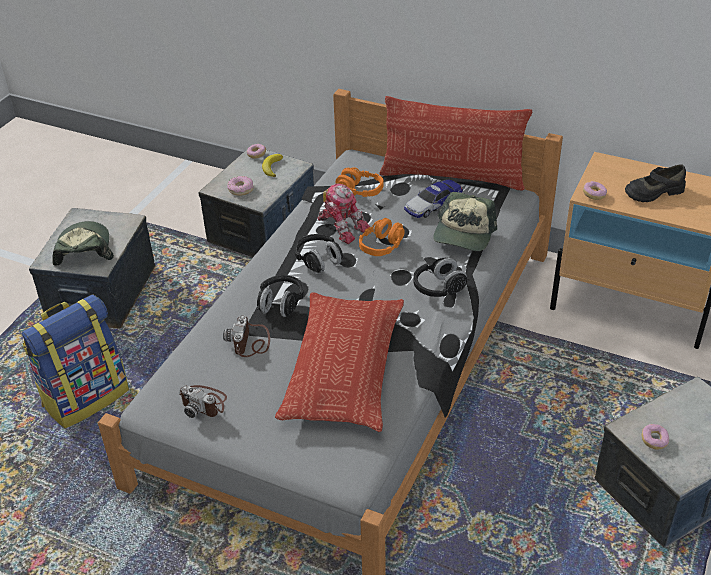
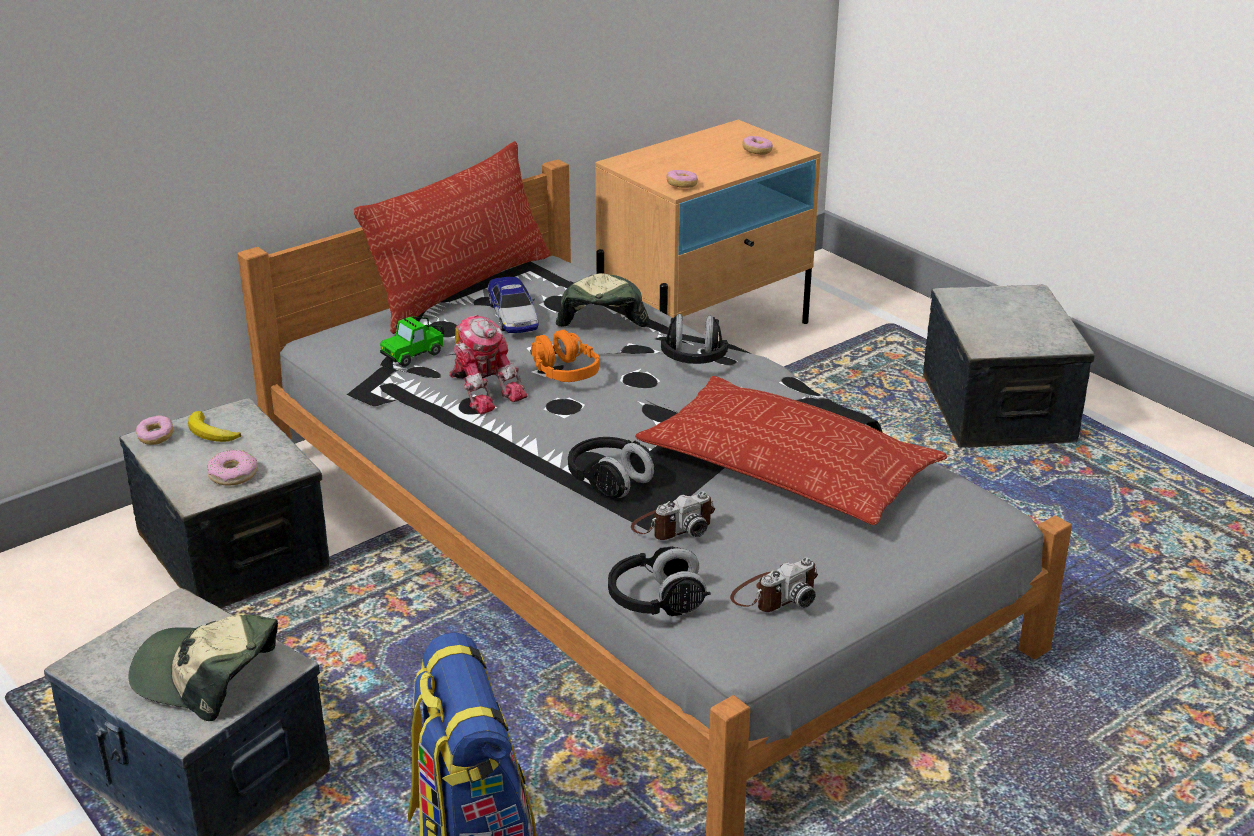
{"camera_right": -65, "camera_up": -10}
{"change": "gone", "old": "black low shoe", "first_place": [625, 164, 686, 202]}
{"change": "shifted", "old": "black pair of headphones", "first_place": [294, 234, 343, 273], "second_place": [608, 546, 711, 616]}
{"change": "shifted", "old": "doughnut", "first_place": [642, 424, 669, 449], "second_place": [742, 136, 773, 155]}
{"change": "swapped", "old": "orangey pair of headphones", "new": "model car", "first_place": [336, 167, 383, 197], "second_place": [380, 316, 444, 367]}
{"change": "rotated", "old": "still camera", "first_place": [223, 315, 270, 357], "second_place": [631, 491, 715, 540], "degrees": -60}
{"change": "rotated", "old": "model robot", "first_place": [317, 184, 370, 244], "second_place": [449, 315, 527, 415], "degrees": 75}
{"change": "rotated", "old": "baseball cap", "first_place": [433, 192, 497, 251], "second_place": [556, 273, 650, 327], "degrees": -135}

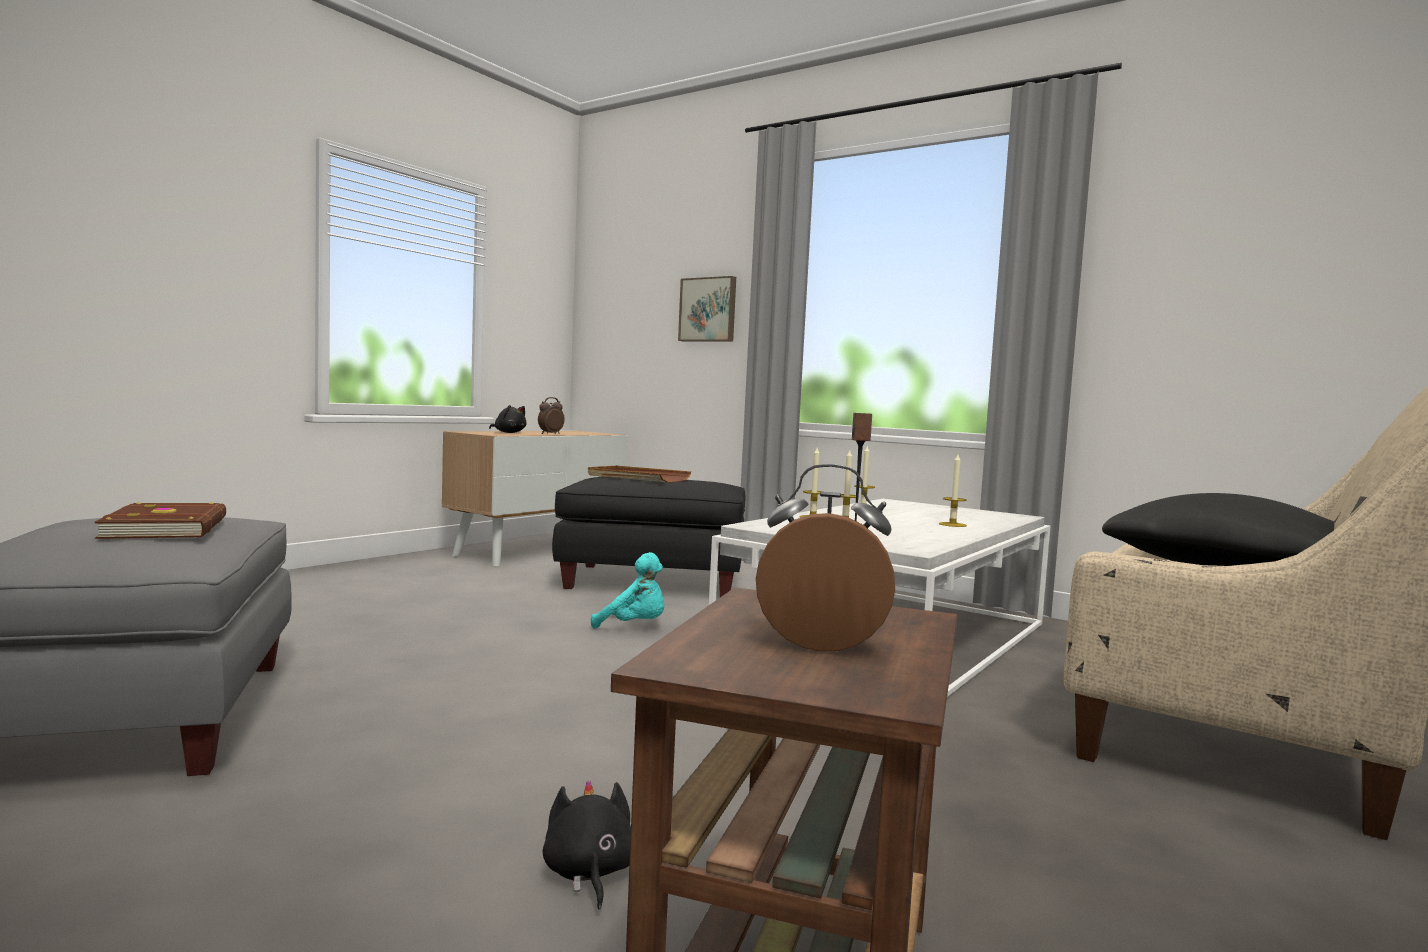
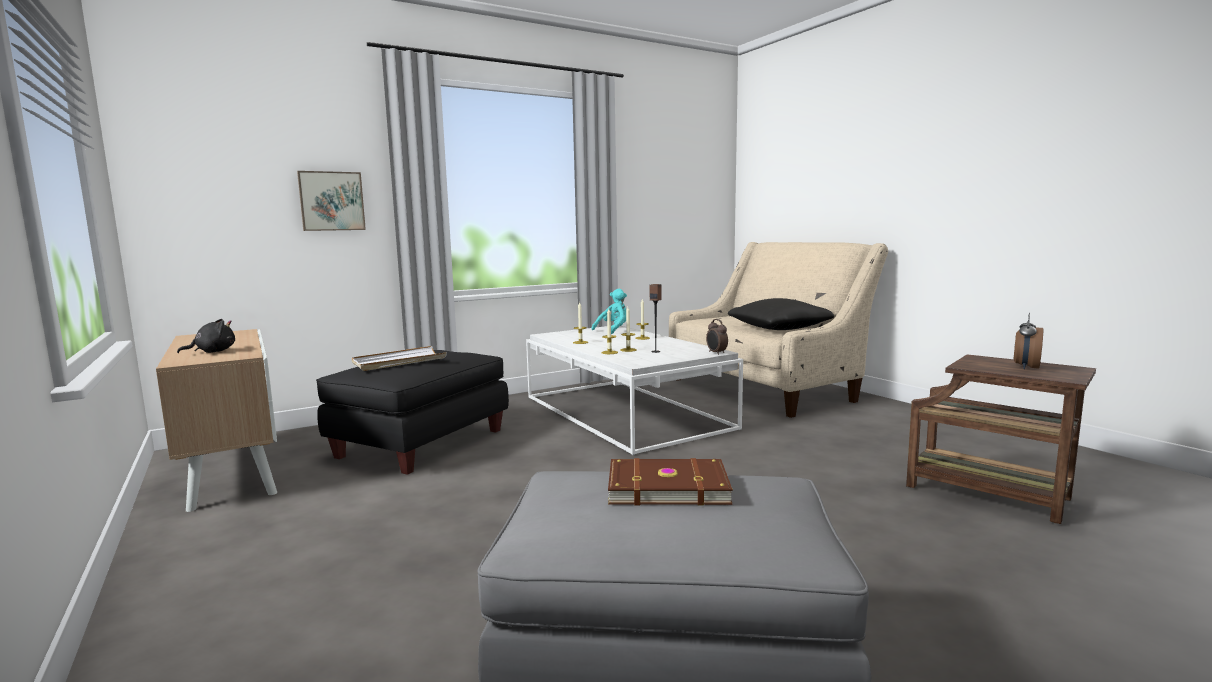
{"camera_right": -65, "camera_up": 5}
{"change": "gone", "old": "black soft toy", "first_place": [543, 780, 631, 910]}
{"change": "shifted", "old": "alarm clock", "first_place": [538, 397, 565, 434], "second_place": [706, 319, 728, 355]}
{"change": "shifted", "old": "turquoise soft toy", "first_place": [591, 552, 664, 629], "second_place": [592, 289, 627, 334]}
{"change": "repainted", "old": "brown-coloured tray", "new": "white-coloured tray", "first_place": [588, 466, 691, 482], "second_place": [352, 346, 447, 371]}

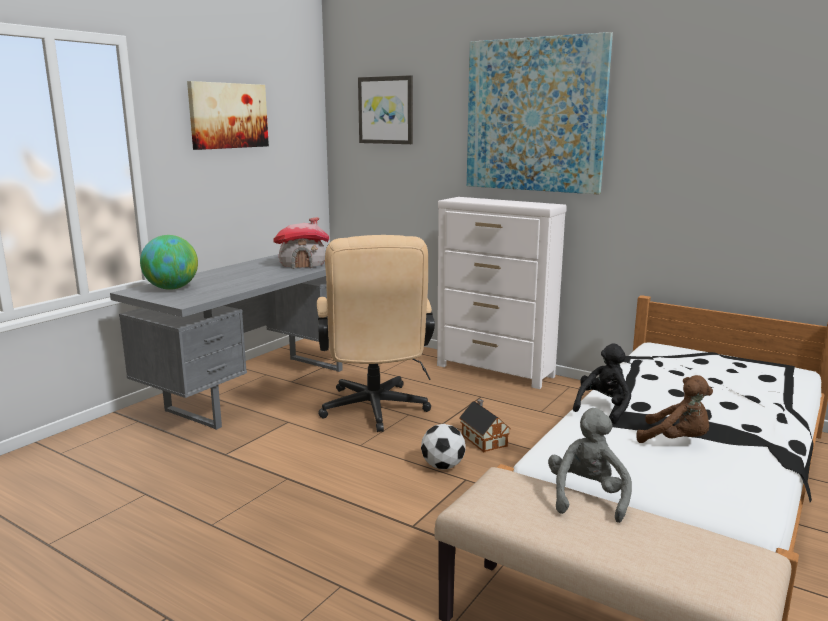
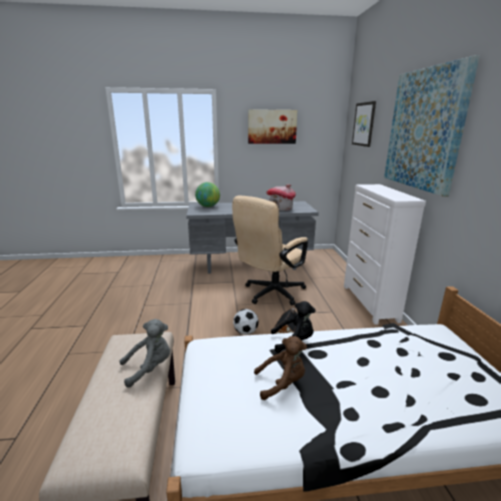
{"camera_right": 50, "camera_up": 5}
{"change": "rotated", "old": "brown-coloured soft toy", "first_place": [636, 375, 713, 443], "second_place": [254, 336, 307, 400], "degrees": -90}

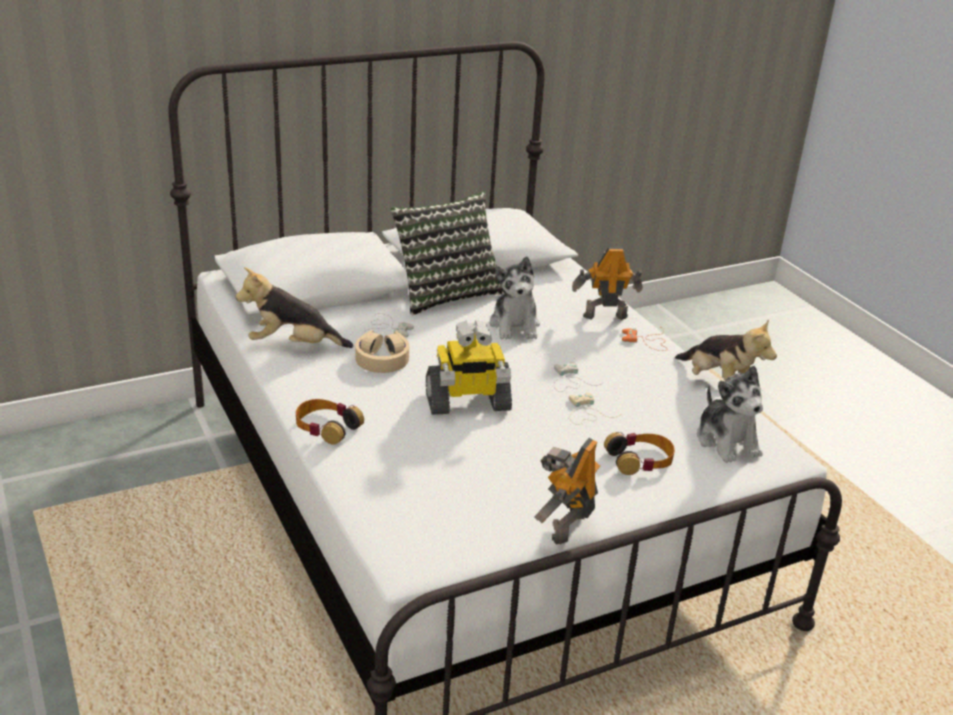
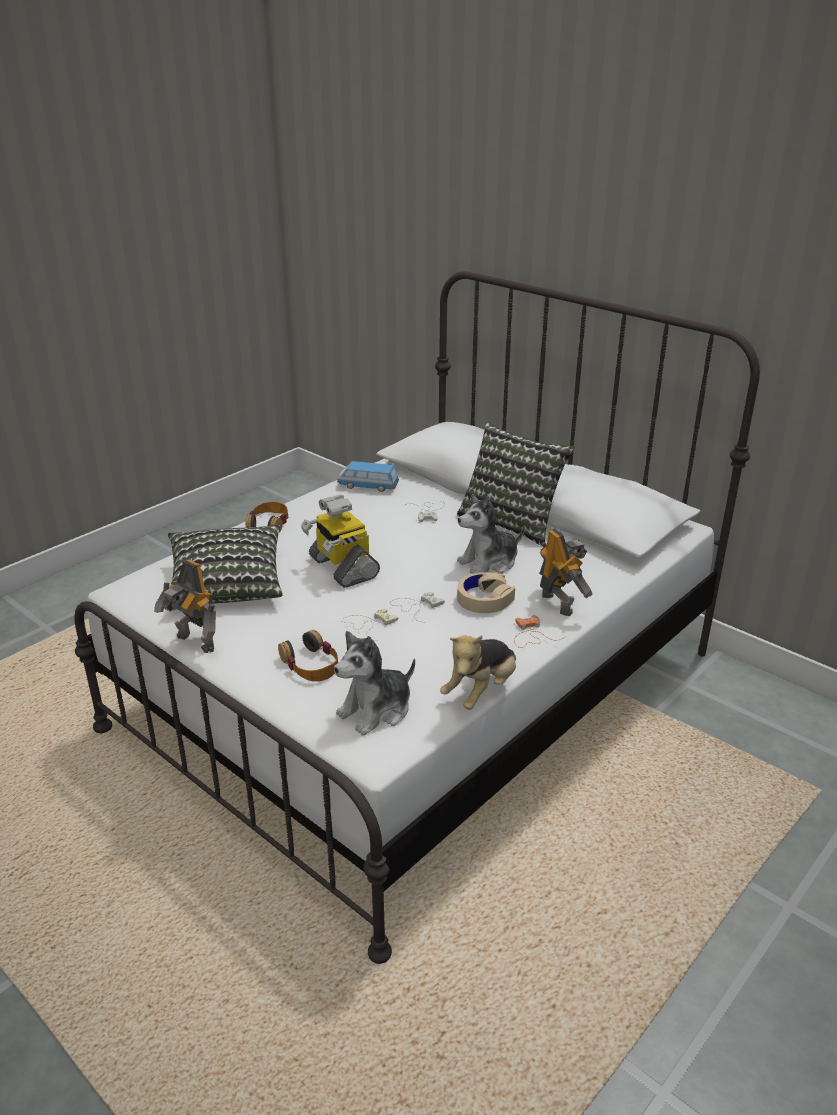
{"camera_right": 70, "camera_up": 0}
{"change": "new", "new": "cushion", "second_place": [168, 525, 283, 604]}
{"change": "shifted", "old": "beige pair of headphones", "first_place": [355, 330, 409, 373], "second_place": [457, 572, 515, 613]}
{"change": "swapped", "old": "soft toy", "new": "model car", "first_place": [236, 267, 353, 348], "second_place": [337, 461, 399, 492]}
{"change": "rotated", "old": "model robot", "first_place": [535, 438, 600, 545], "second_place": [154, 560, 216, 653], "degrees": -150}

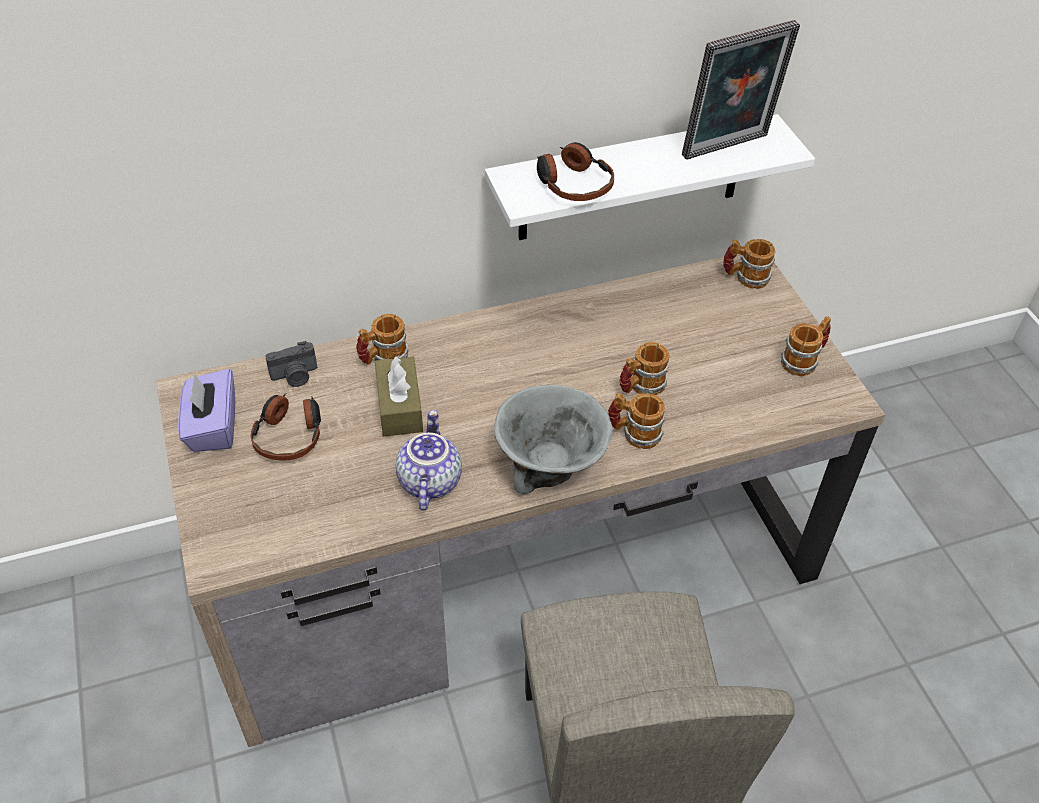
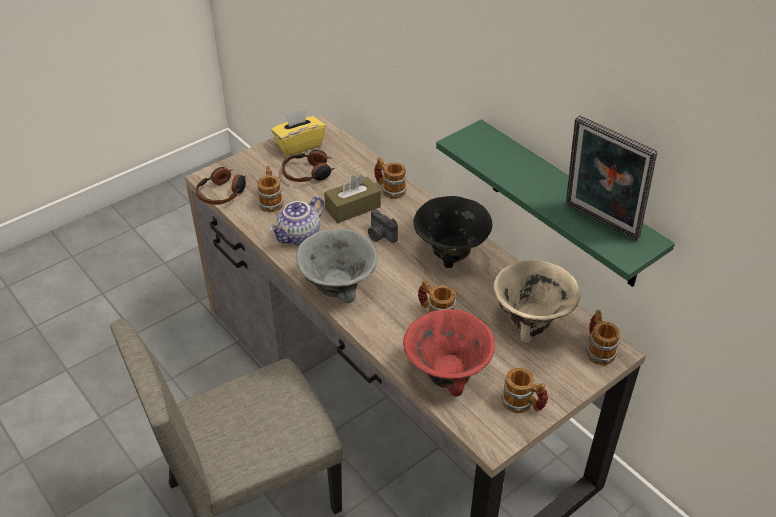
{"camera_right": 70, "camera_up": -5}
{"change": "new", "new": "red-coloured bowl", "second_place": [403, 309, 495, 397]}
{"change": "new", "new": "black bowl", "second_place": [414, 196, 492, 268]}
{"change": "new", "new": "beige bowl", "second_place": [494, 260, 580, 343]}
{"change": "shifted", "old": "still camera", "first_place": [265, 341, 317, 387], "second_place": [368, 209, 398, 243]}
{"change": "shifted", "old": "pair of headphones", "first_place": [537, 142, 614, 201], "second_place": [195, 167, 246, 205]}
{"change": "shifted", "old": "mug", "first_place": [608, 393, 665, 449], "second_place": [257, 166, 283, 212]}
{"change": "repainted", "old": "purple box of tissues", "new": "yellowish box of tissues", "first_place": [178, 369, 235, 452], "second_place": [271, 109, 326, 156]}
{"change": "repainted", "old": "white-coloured shelf", "new": "green-coloured shelf", "first_place": [485, 114, 815, 240], "second_place": [436, 120, 675, 287]}
{"change": "rotated", "old": "pot for tea", "first_place": [396, 410, 462, 511], "second_place": [269, 196, 324, 245], "degrees": 150}

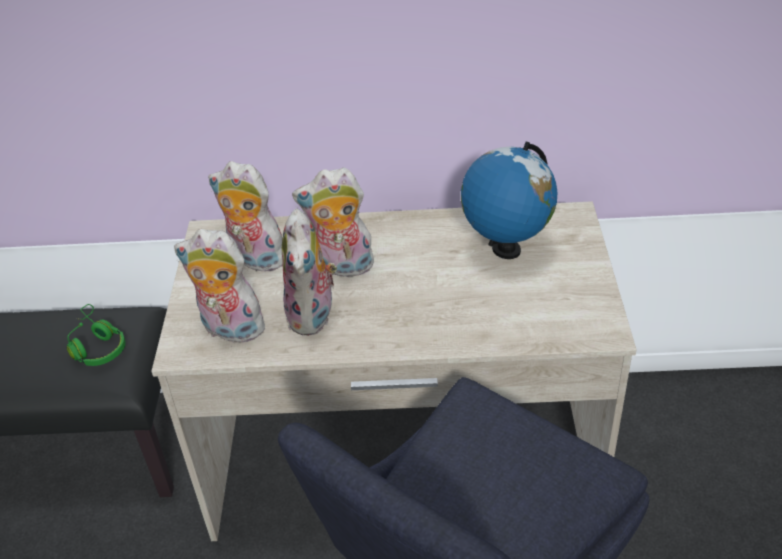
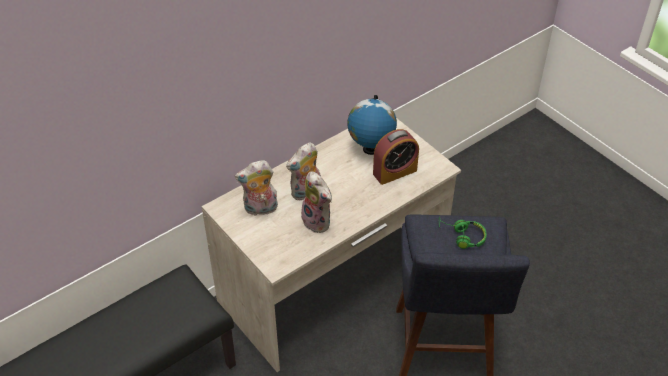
{"camera_right": -40, "camera_up": 5}
{"change": "gone", "old": "soft toy", "first_place": [174, 229, 272, 343]}
{"change": "new", "new": "alarm clock", "second_place": [373, 129, 419, 185]}
{"change": "shifted", "old": "green-coloured pair of headphones", "first_place": [67, 304, 125, 366], "second_place": [439, 217, 487, 249]}

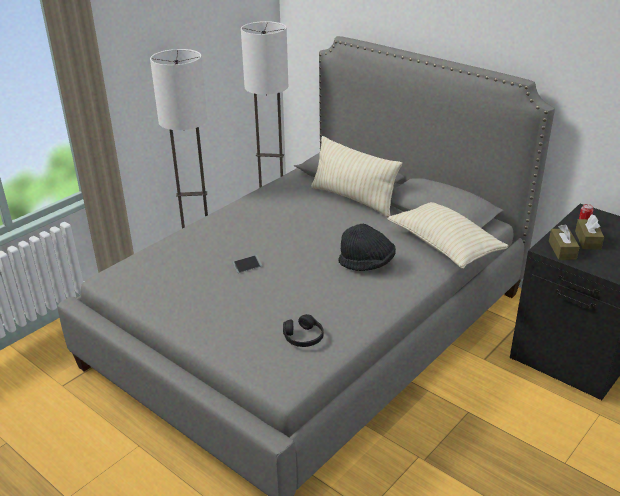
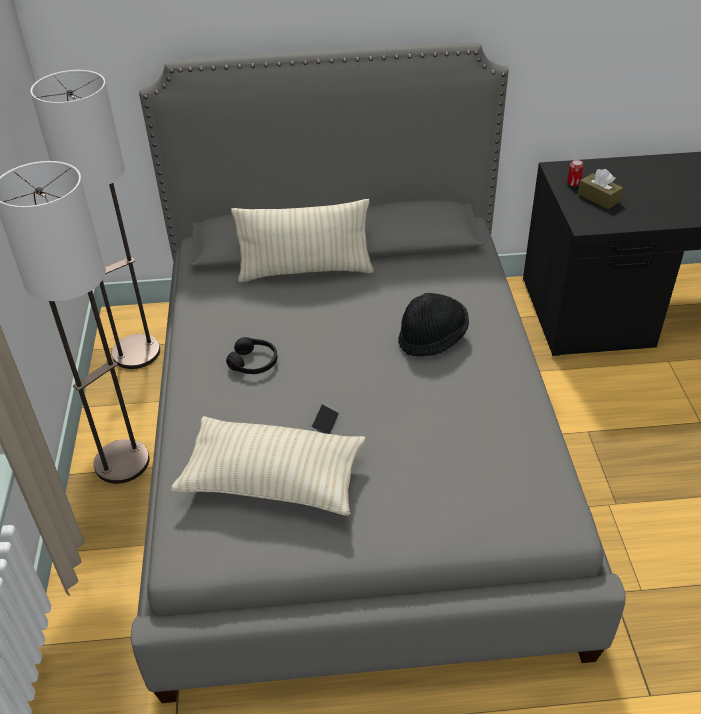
{"camera_right": -45, "camera_up": 10}
{"change": "gone", "old": "brown-coloured box of tissues", "first_place": [549, 224, 580, 260]}
{"change": "shifted", "old": "black pair of headphones", "first_place": [283, 314, 324, 347], "second_place": [226, 337, 277, 374]}
{"change": "shifted", "old": "beige cushion", "first_place": [388, 202, 508, 269], "second_place": [171, 416, 366, 516]}

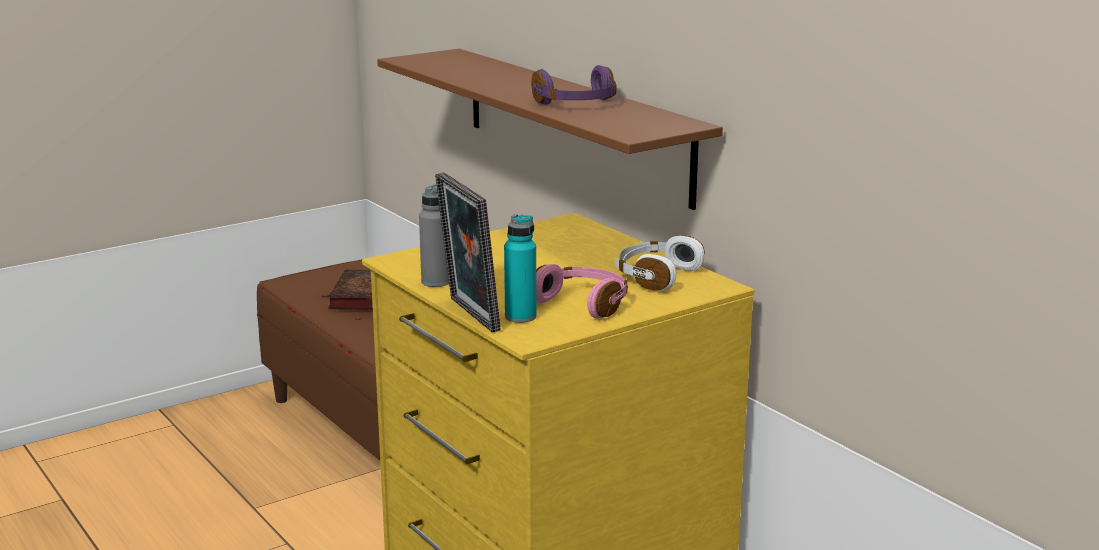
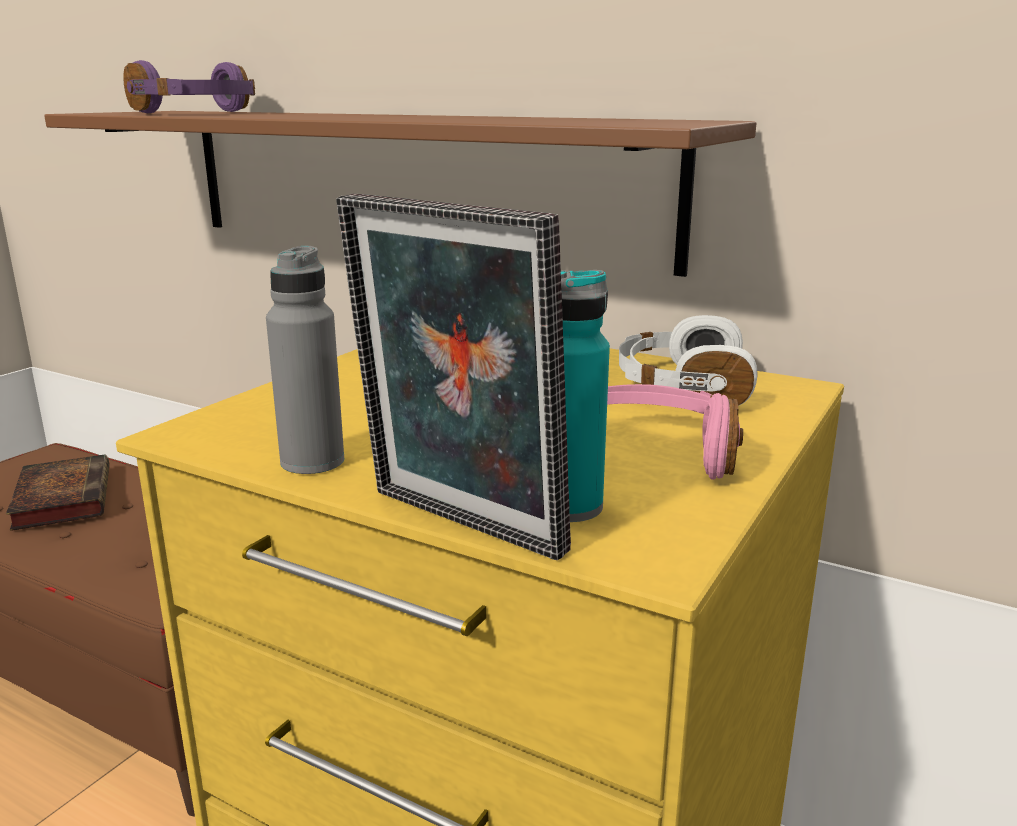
{"camera_right": -25, "camera_up": 0}
{"change": "shifted", "old": "purple pair of headphones", "first_place": [532, 65, 617, 105], "second_place": [124, 60, 255, 113]}

